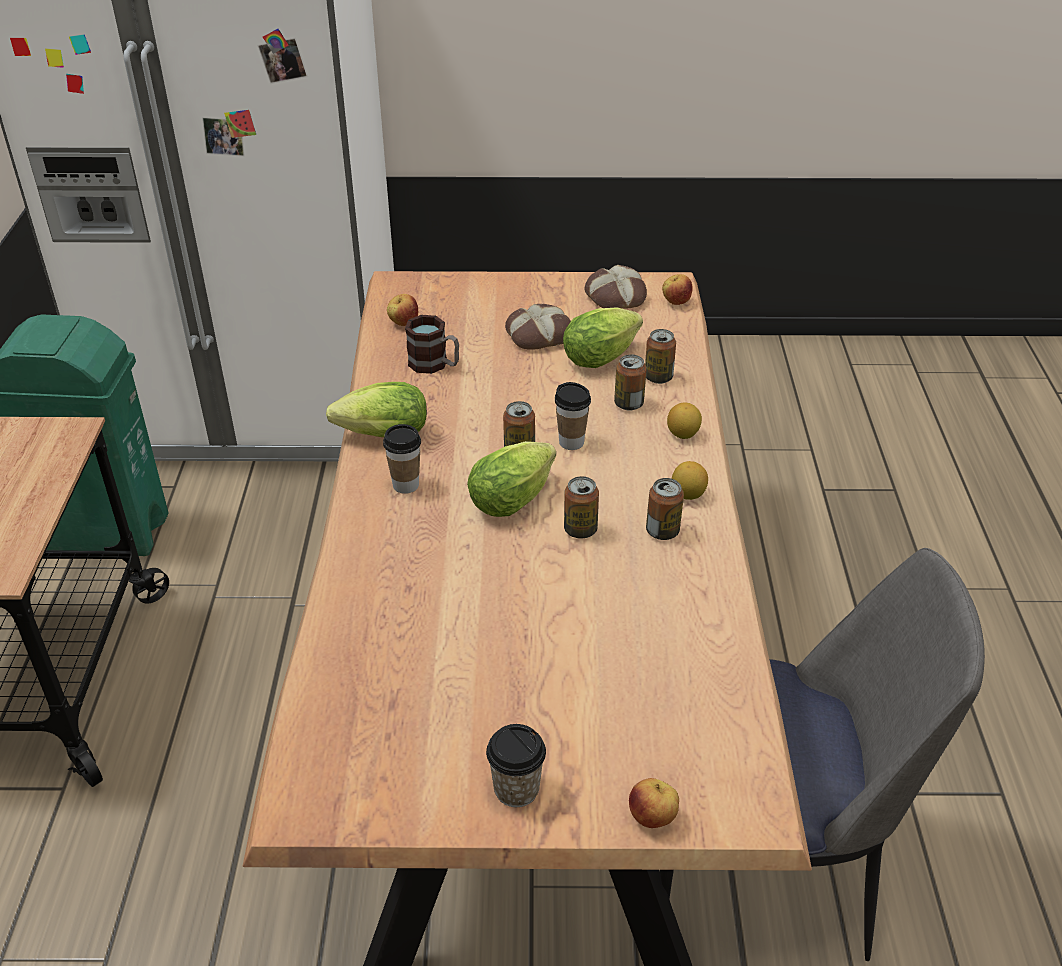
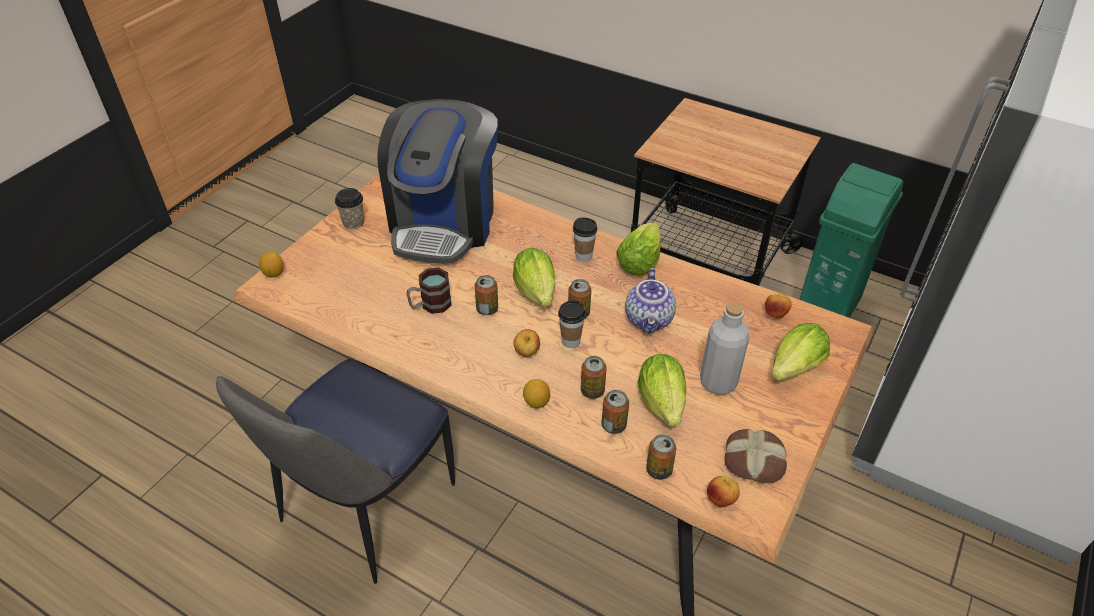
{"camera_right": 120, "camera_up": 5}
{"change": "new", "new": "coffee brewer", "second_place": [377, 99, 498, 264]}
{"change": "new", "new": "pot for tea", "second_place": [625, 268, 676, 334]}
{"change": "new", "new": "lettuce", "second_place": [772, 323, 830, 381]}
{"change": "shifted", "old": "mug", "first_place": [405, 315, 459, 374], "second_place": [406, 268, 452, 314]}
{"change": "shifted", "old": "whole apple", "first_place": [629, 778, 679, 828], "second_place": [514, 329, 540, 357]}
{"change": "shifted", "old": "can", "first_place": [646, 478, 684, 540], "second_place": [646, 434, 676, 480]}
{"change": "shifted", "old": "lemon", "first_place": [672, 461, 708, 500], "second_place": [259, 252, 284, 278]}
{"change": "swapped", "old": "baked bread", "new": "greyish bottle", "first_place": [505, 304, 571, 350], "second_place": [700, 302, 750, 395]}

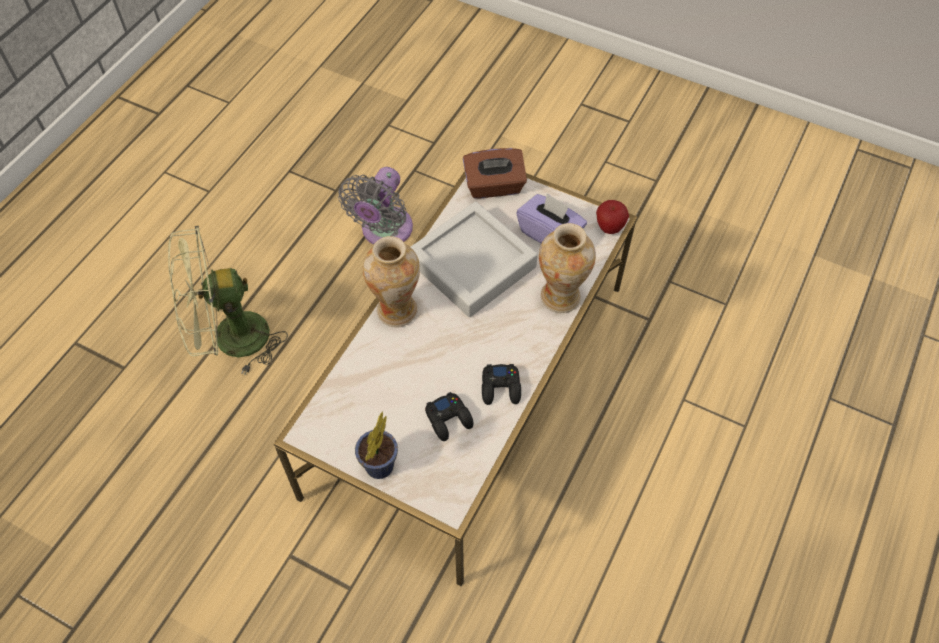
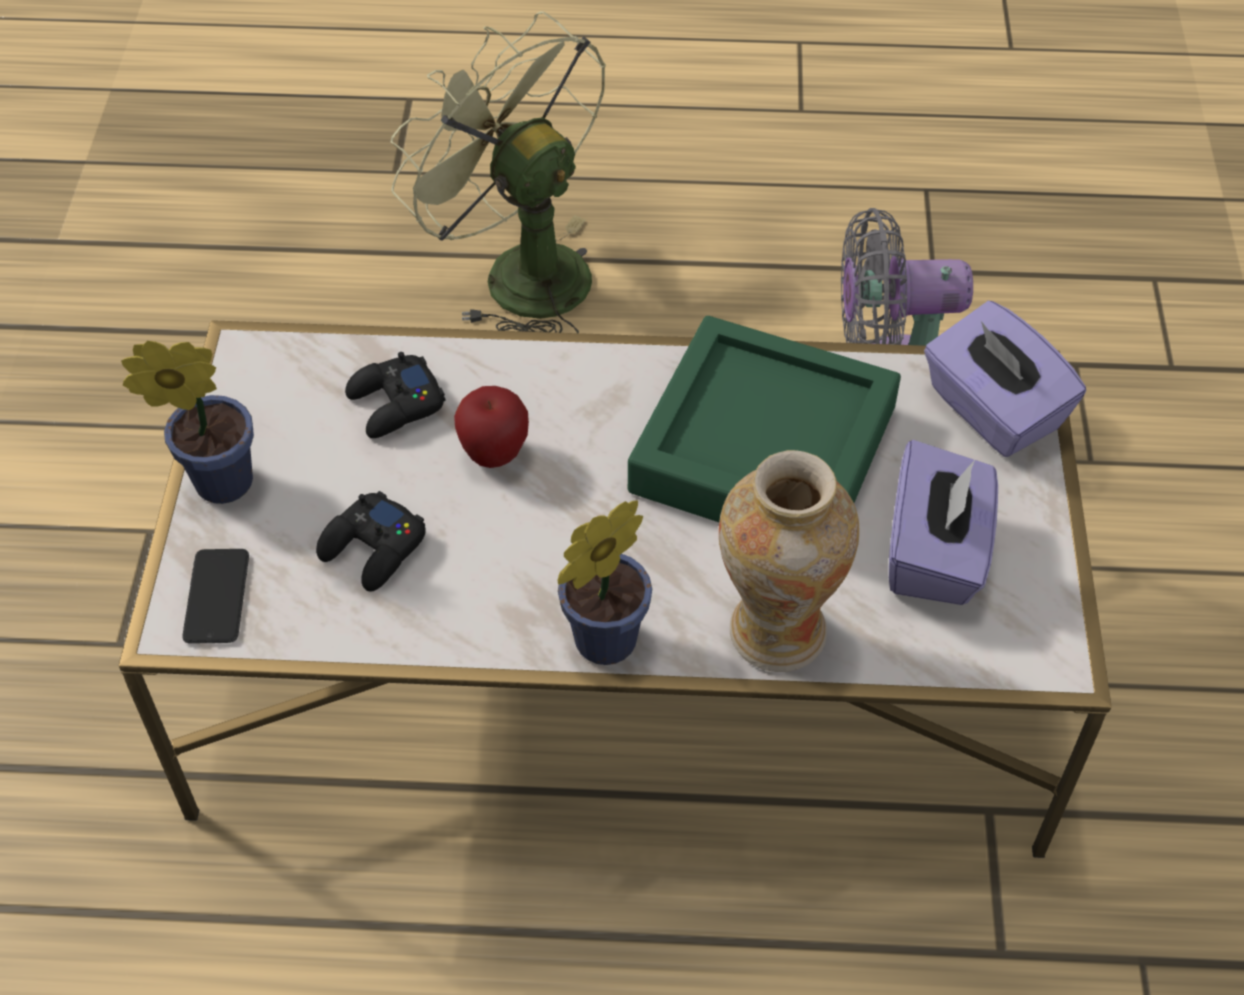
{"camera_right": 65, "camera_up": -5}
{"change": "gone", "old": "vase", "first_place": [363, 236, 420, 327]}
{"change": "new", "new": "handset", "second_place": [182, 549, 249, 644]}
{"change": "new", "new": "plant in a pot", "second_place": [558, 500, 652, 665]}
{"change": "shifted", "old": "black joypad", "first_place": [482, 364, 521, 405], "second_place": [345, 352, 446, 438]}
{"change": "shifted", "old": "whole apple", "first_place": [596, 200, 629, 234], "second_place": [454, 386, 529, 468]}
{"change": "repainted", "old": "greyish tray", "new": "green-coloured tray", "first_place": [411, 202, 538, 317], "second_place": [628, 316, 901, 522]}
{"change": "repainted", "old": "brown-coloured box of tissues", "new": "purple box of tissues", "first_place": [463, 148, 527, 199], "second_place": [924, 301, 1086, 457]}

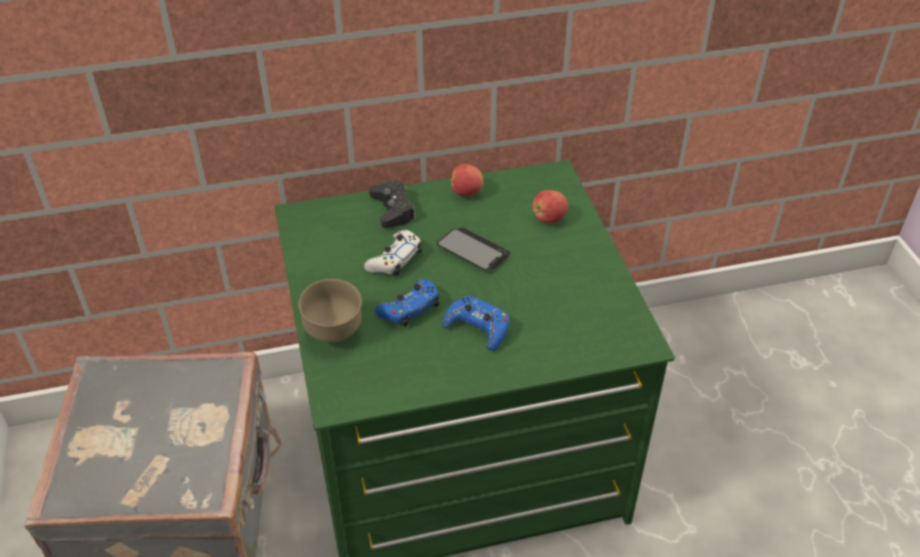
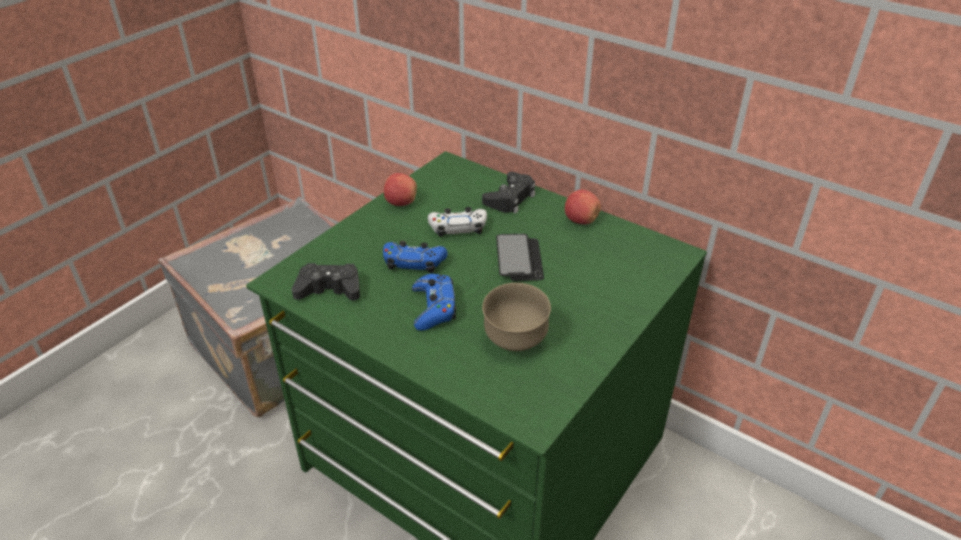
{"camera_right": 50, "camera_up": -5}
{"change": "new", "new": "black joypad", "second_place": [292, 263, 360, 300]}
{"change": "shifted", "old": "brown-coloured bowl", "first_place": [299, 279, 362, 342], "second_place": [482, 283, 551, 351]}
{"change": "shifted", "old": "whole apple", "first_place": [532, 190, 568, 224], "second_place": [384, 173, 417, 206]}

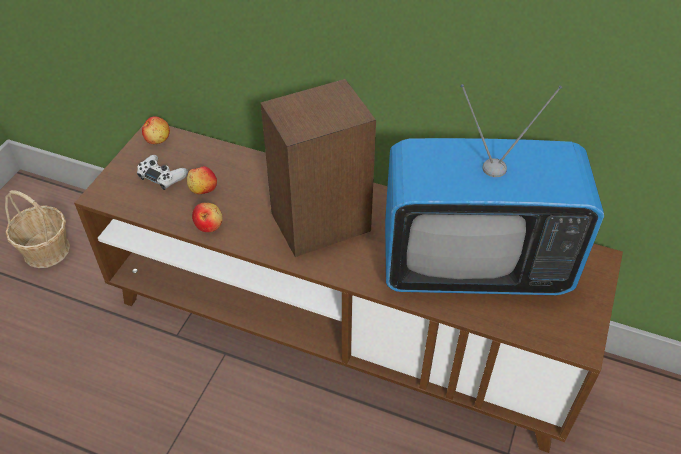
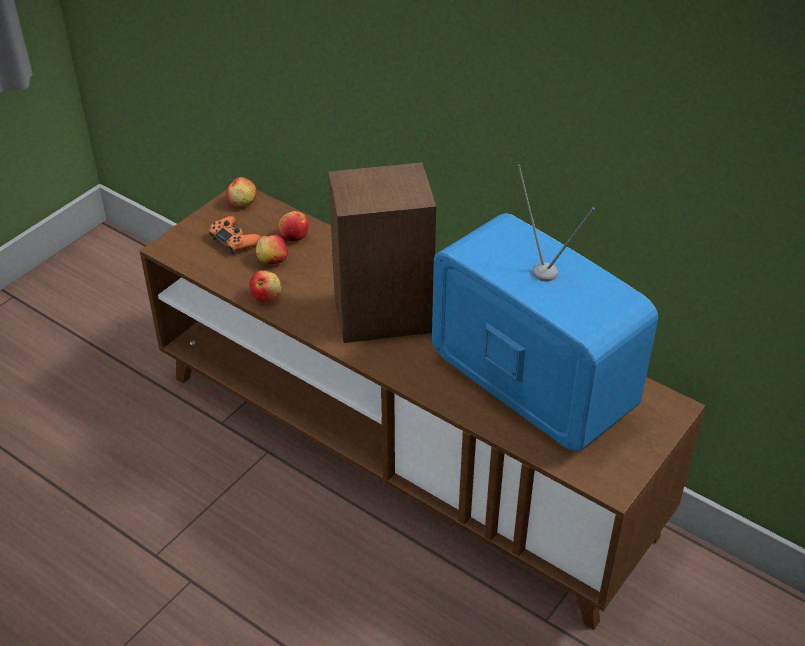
{"camera_right": 15, "camera_up": -5}
{"change": "gone", "old": "basket", "first_place": [5, 190, 70, 268]}
{"change": "new", "new": "whole apple", "second_place": [278, 211, 309, 241]}
{"change": "repainted", "old": "white-coloured joypad", "new": "orangey joypad", "first_place": [137, 155, 188, 190], "second_place": [209, 216, 261, 254]}
{"change": "rotated", "old": "TV set", "first_place": [385, 84, 604, 295], "second_place": [432, 164, 658, 451], "degrees": -150}

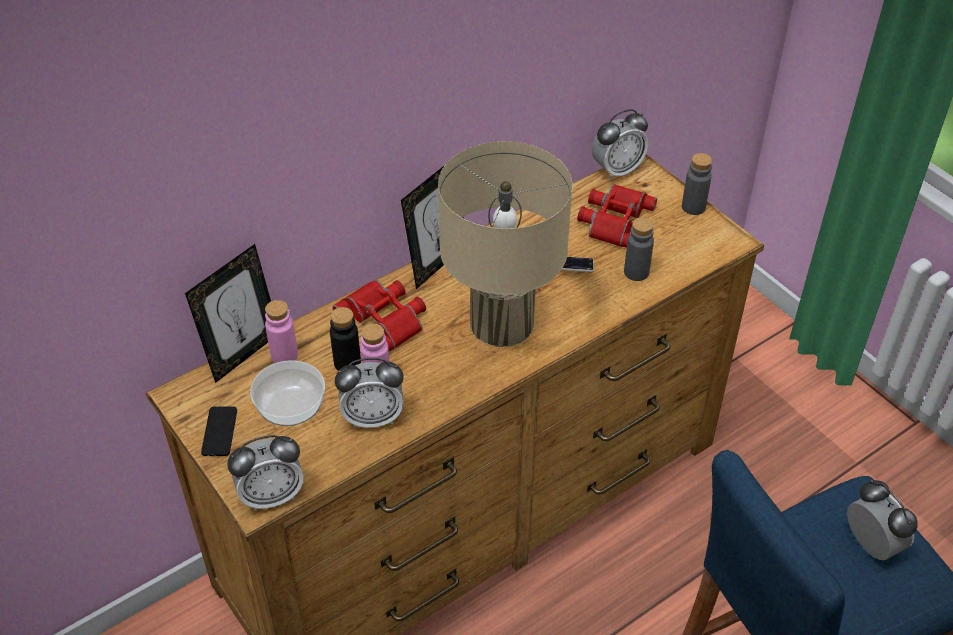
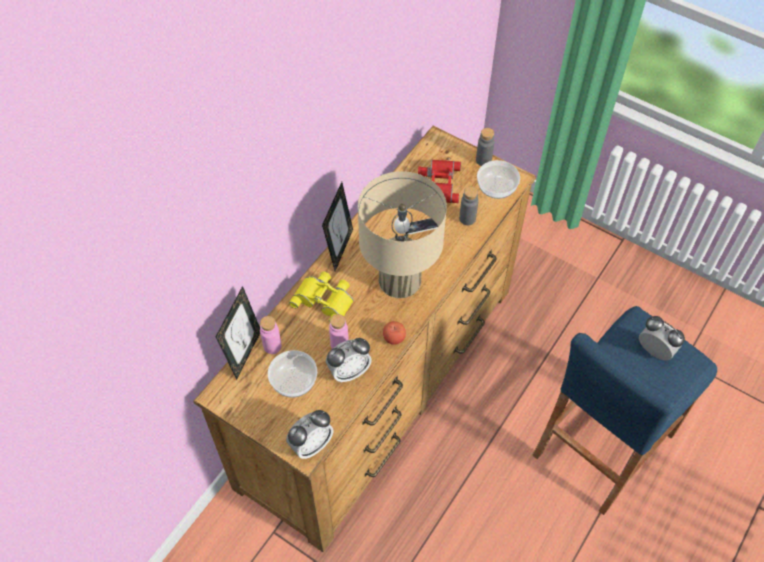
{"camera_right": -20, "camera_up": 10}
{"change": "gone", "old": "handset", "first_place": [201, 406, 237, 456]}
{"change": "gone", "old": "black bottle", "first_place": [330, 307, 361, 371]}
{"change": "gone", "old": "alarm clock", "first_place": [592, 109, 648, 180]}
{"change": "new", "new": "whole apple", "second_place": [383, 321, 406, 345]}
{"change": "new", "new": "bowl", "second_place": [477, 160, 520, 199]}
{"change": "repainted", "old": "red-coloured binoculars", "new": "yellowish binoculars", "first_place": [333, 280, 426, 351], "second_place": [289, 271, 354, 323]}

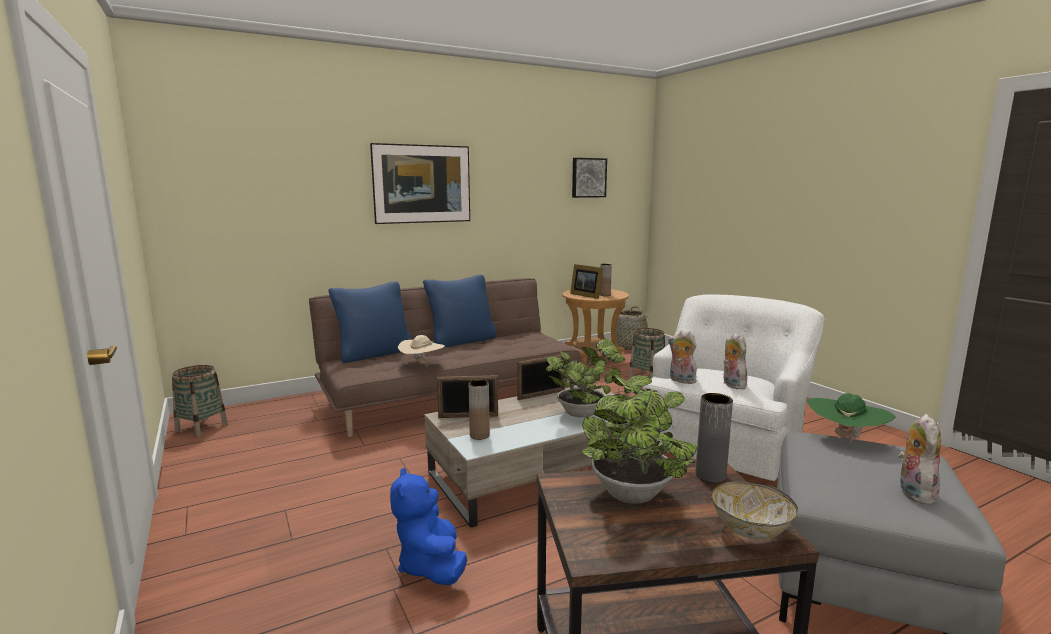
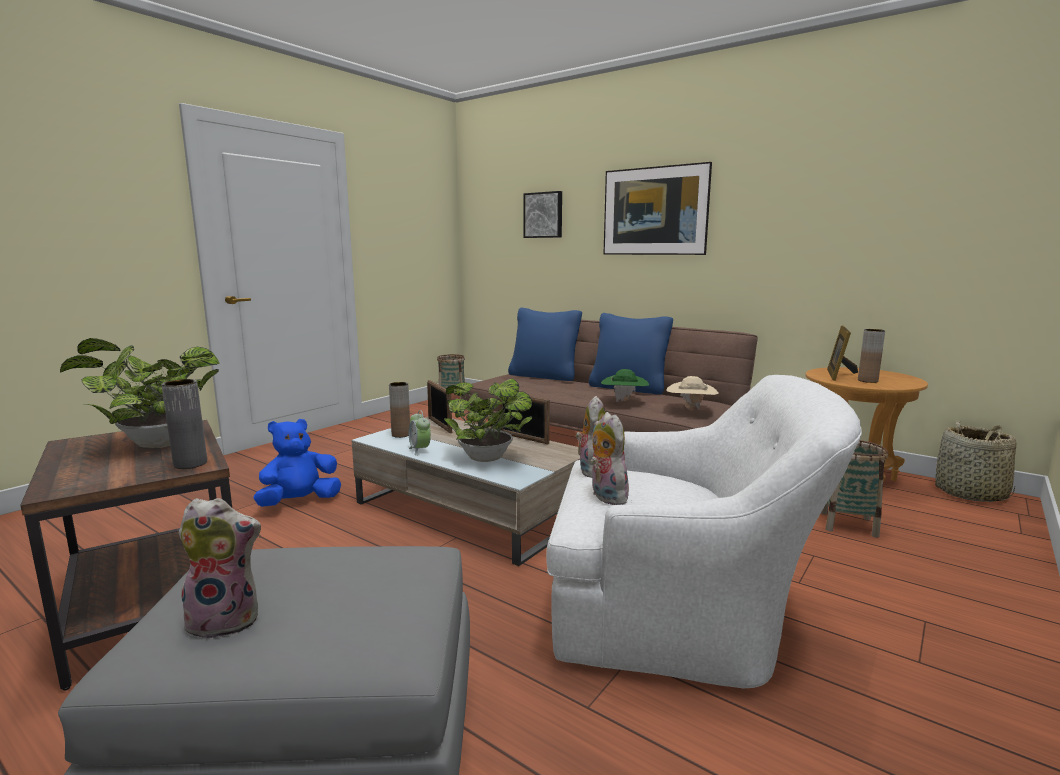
{"camera_right": 65, "camera_up": 0}
{"change": "gone", "old": "bowl", "first_place": [712, 482, 798, 540]}
{"change": "new", "new": "alarm clock", "second_place": [409, 410, 431, 456]}
{"change": "shifted", "old": "beige clothing hat", "first_place": [397, 335, 445, 364], "second_place": [666, 376, 718, 410]}
{"change": "shifted", "old": "wall picture", "first_place": [572, 158, 607, 198], "second_place": [523, 191, 562, 238]}
{"change": "shifted", "old": "green-coloured clothing hat", "first_place": [807, 393, 896, 443], "second_place": [601, 369, 649, 402]}
{"change": "rotated", "old": "soft toy", "first_place": [724, 333, 747, 389], "second_place": [590, 412, 629, 505], "degrees": -75}

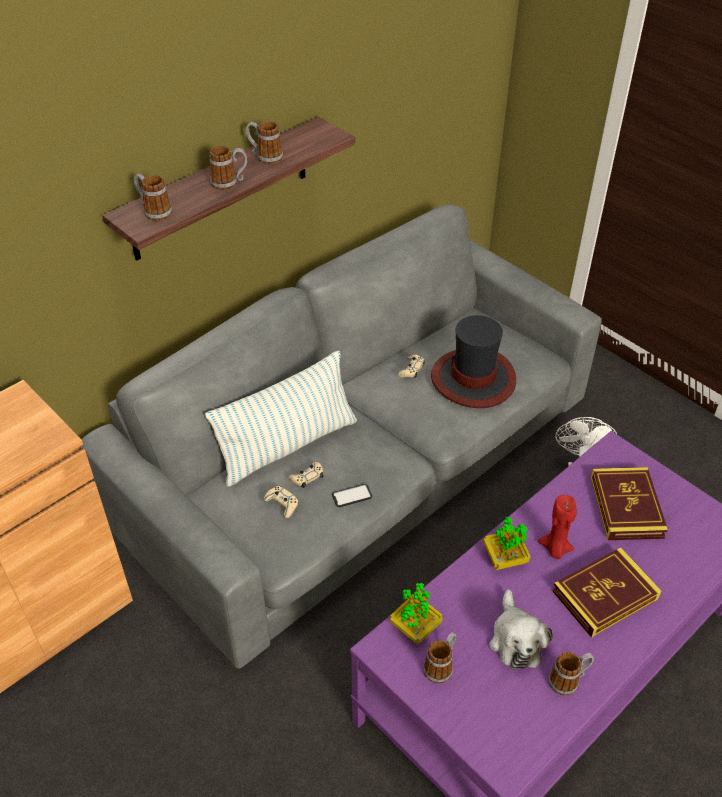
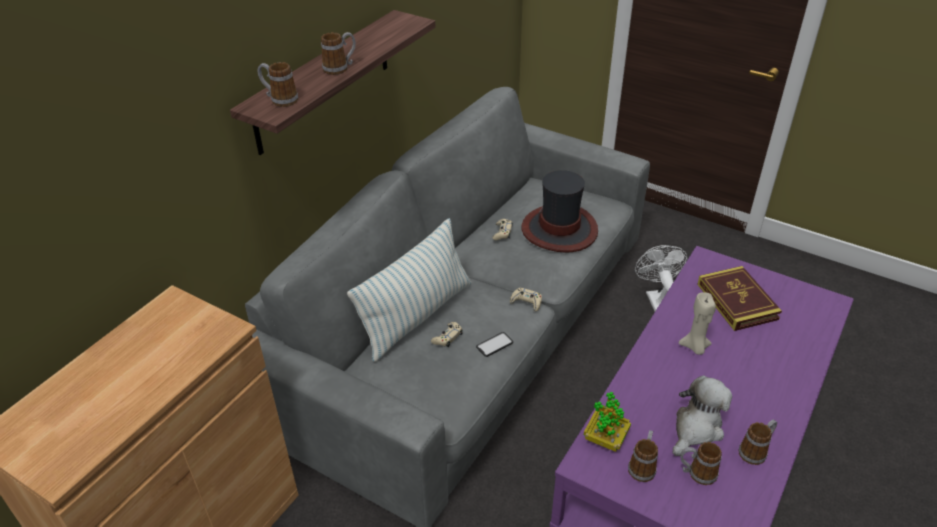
{"camera_right": -15, "camera_up": -5}
{"change": "gone", "old": "plant in a pot", "first_place": [483, 517, 531, 570]}
{"change": "gone", "old": "book", "first_place": [552, 547, 662, 638]}
{"change": "shifted", "old": "mug", "first_place": [246, 121, 283, 165], "second_place": [680, 442, 722, 485]}
{"change": "shifted", "old": "beige joypad", "first_place": [263, 486, 298, 518], "second_place": [510, 288, 542, 311]}
{"change": "repainted", "old": "red-coloured wax light", "new": "beige wax light", "first_place": [538, 495, 577, 559], "second_place": [679, 292, 716, 355]}
{"change": "rotated", "old": "soft toy", "first_place": [489, 589, 553, 670], "second_place": [673, 376, 732, 456], "degrees": -120}

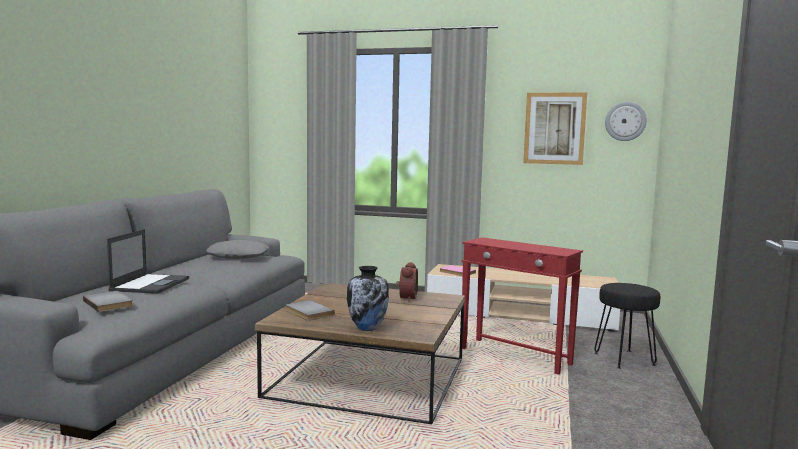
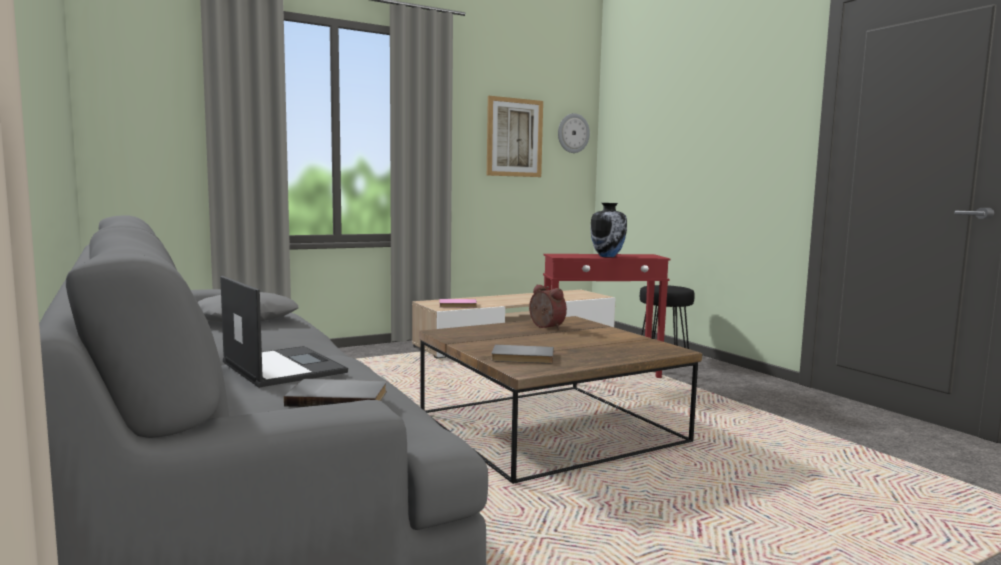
{"camera_right": -45, "camera_up": 0}
{"change": "shifted", "old": "vase", "first_place": [347, 266, 389, 331], "second_place": [590, 203, 627, 257]}

